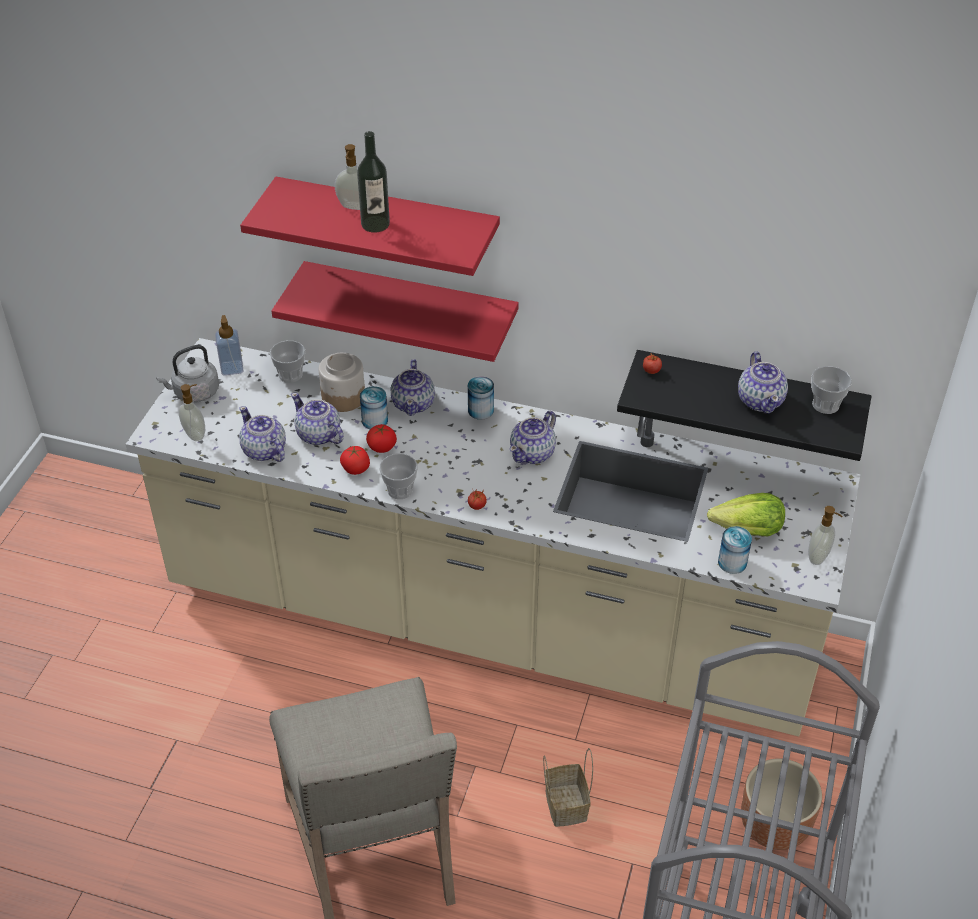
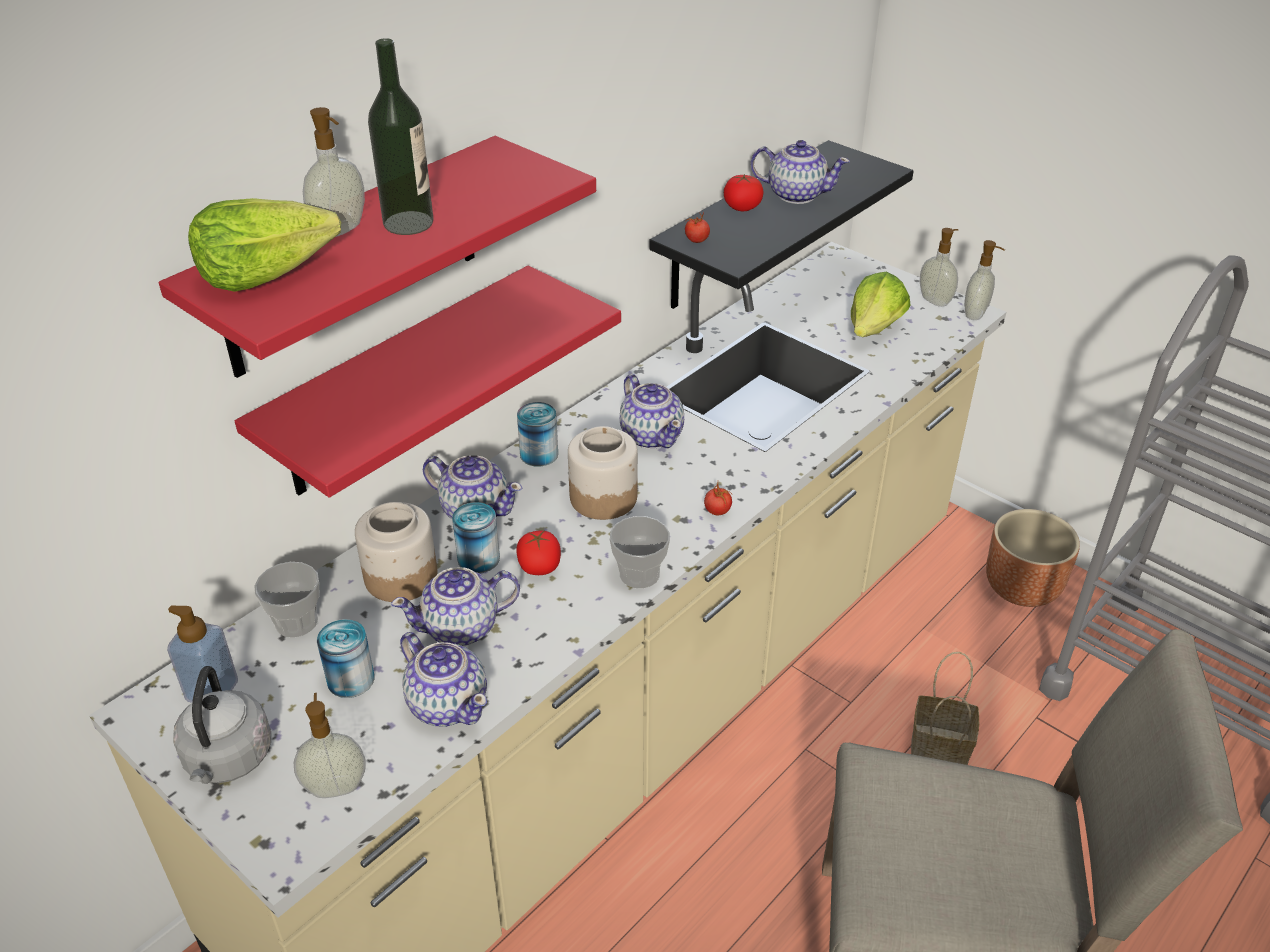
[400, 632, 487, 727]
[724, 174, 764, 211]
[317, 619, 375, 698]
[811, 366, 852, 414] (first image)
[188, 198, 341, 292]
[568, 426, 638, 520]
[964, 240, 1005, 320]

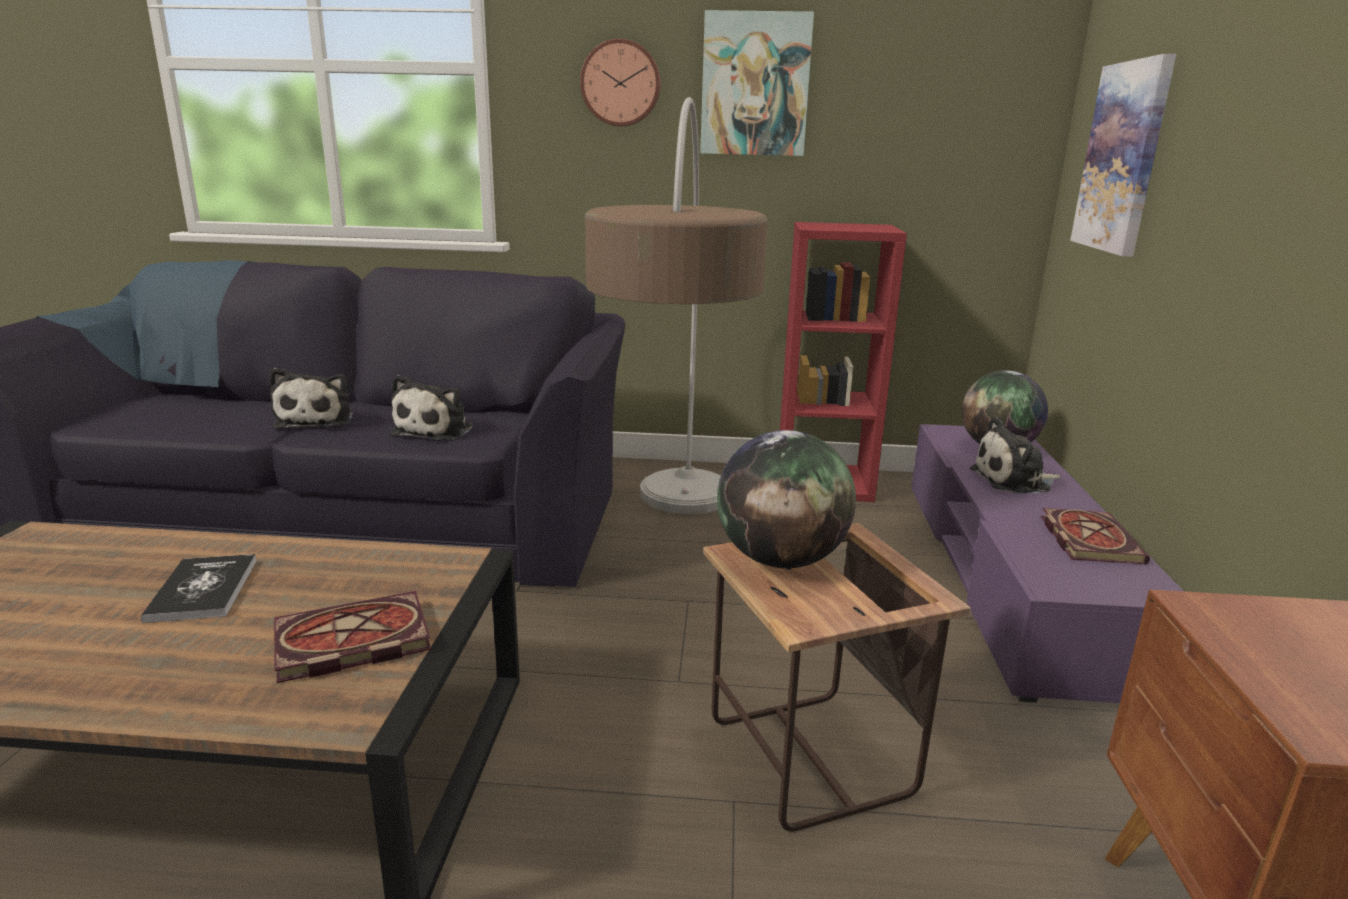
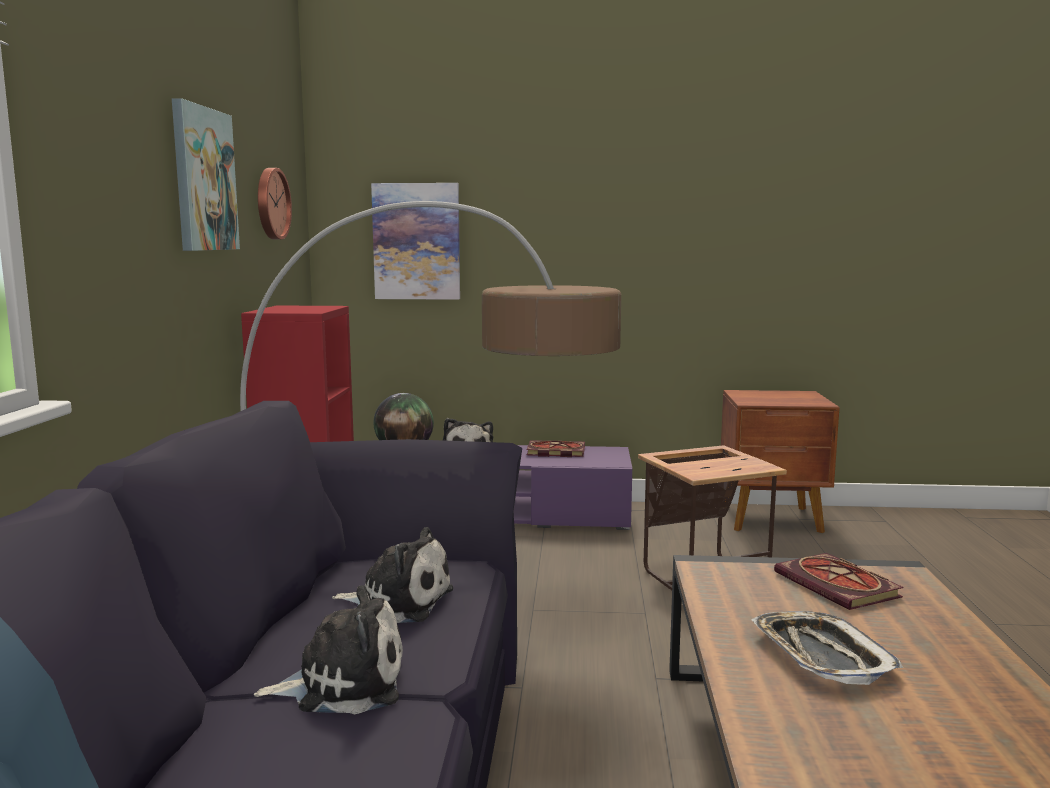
[751, 611, 903, 685]
[258, 168, 292, 240]
[717, 430, 856, 568] (first image)

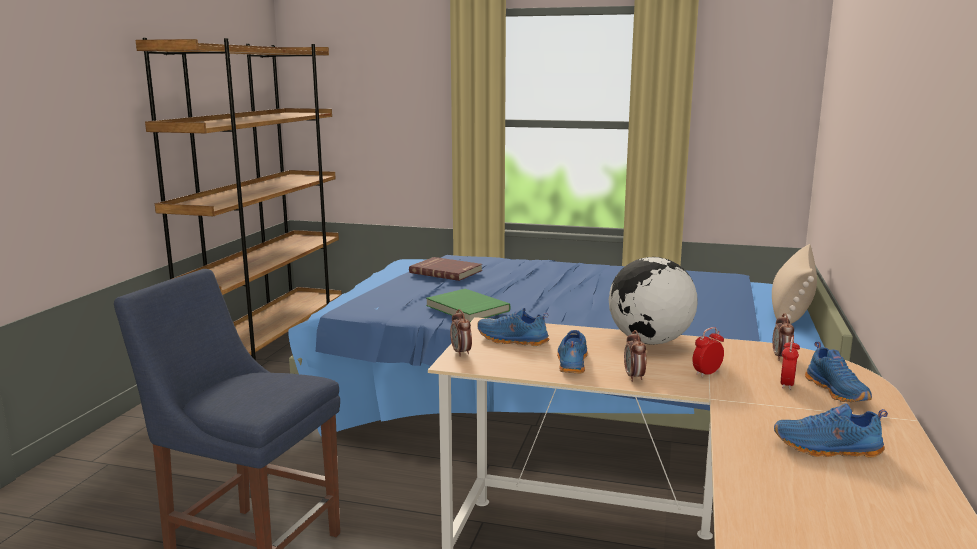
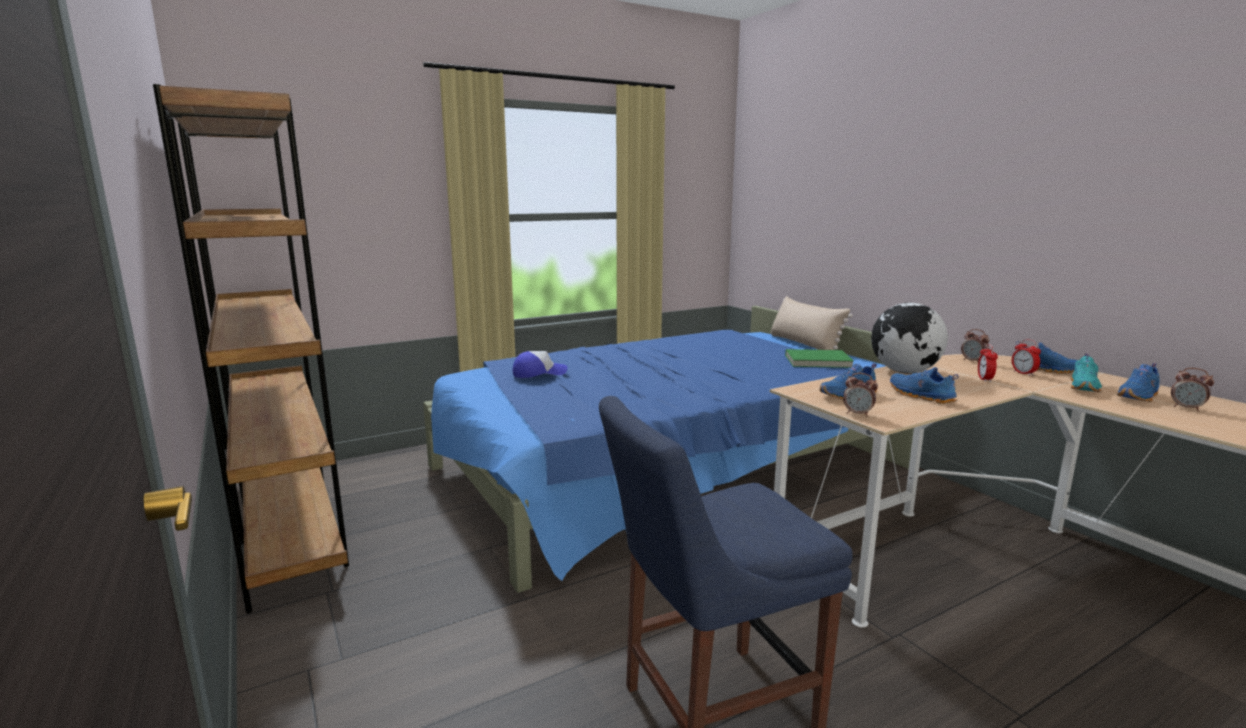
[513, 351, 567, 378]
[785, 349, 853, 368]
[1171, 368, 1214, 411]
[1071, 353, 1102, 392]

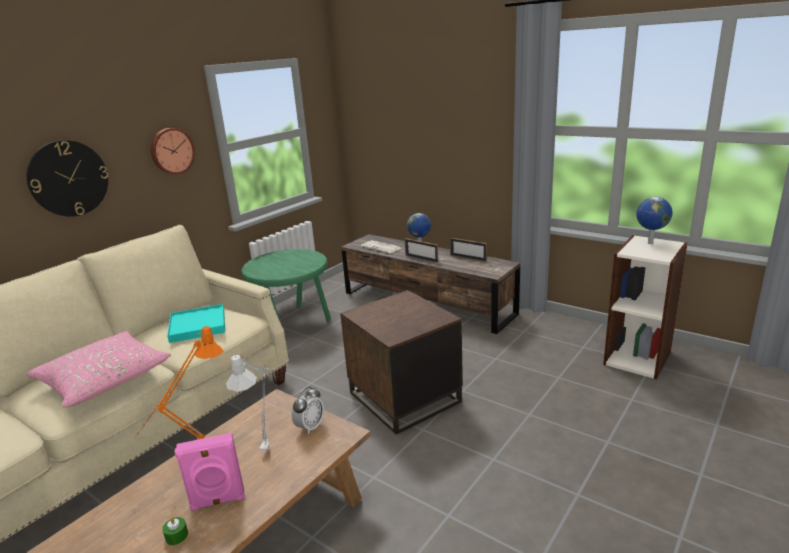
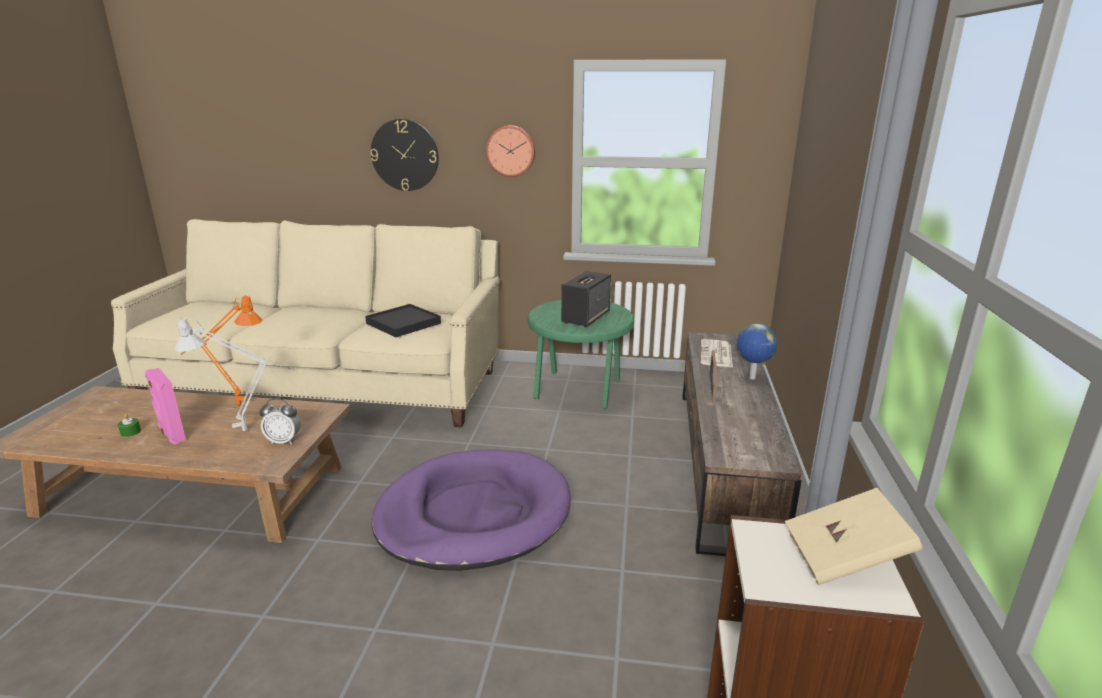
[26, 331, 171, 408] (first image)
[365, 304, 441, 337]
[372, 449, 571, 571]
[450, 238, 487, 262] (first image)
[785, 488, 922, 585]
[561, 271, 611, 327]

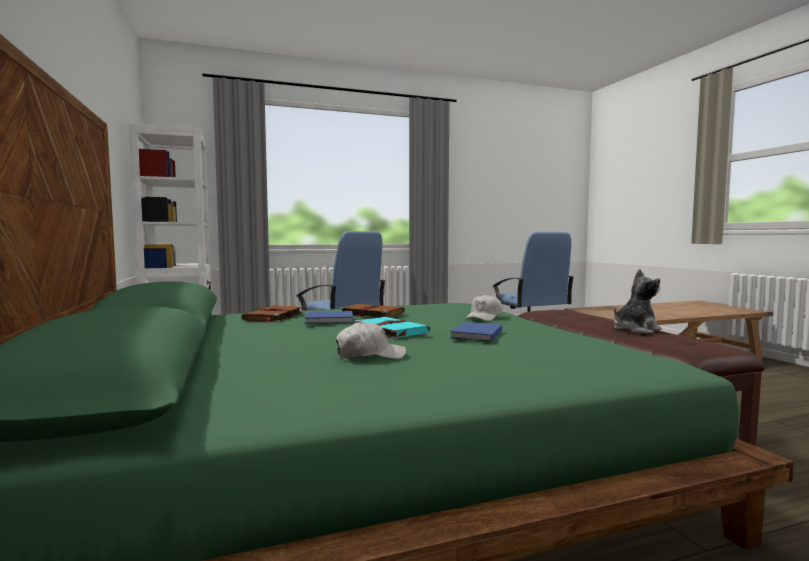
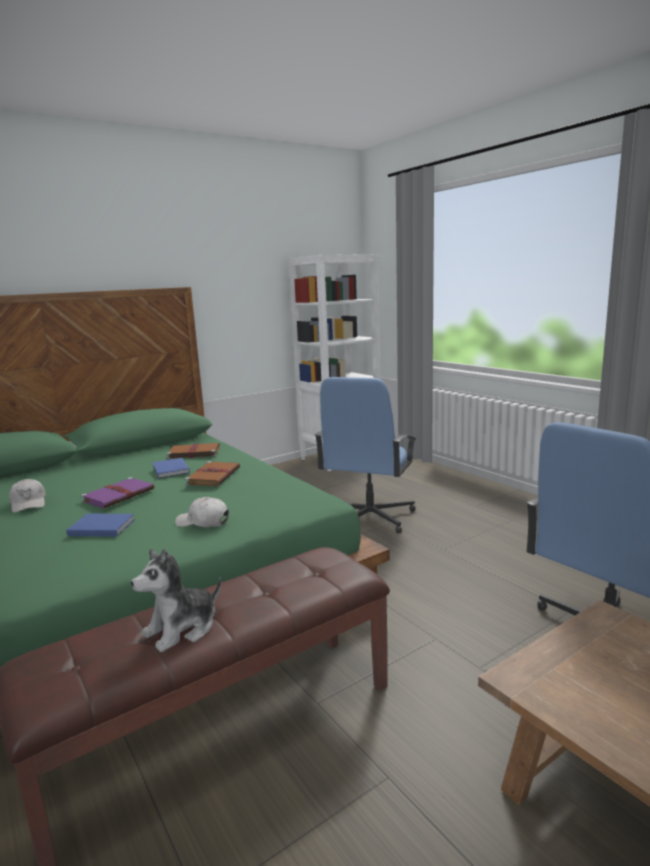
[81, 477, 154, 508]
[131, 548, 221, 652]

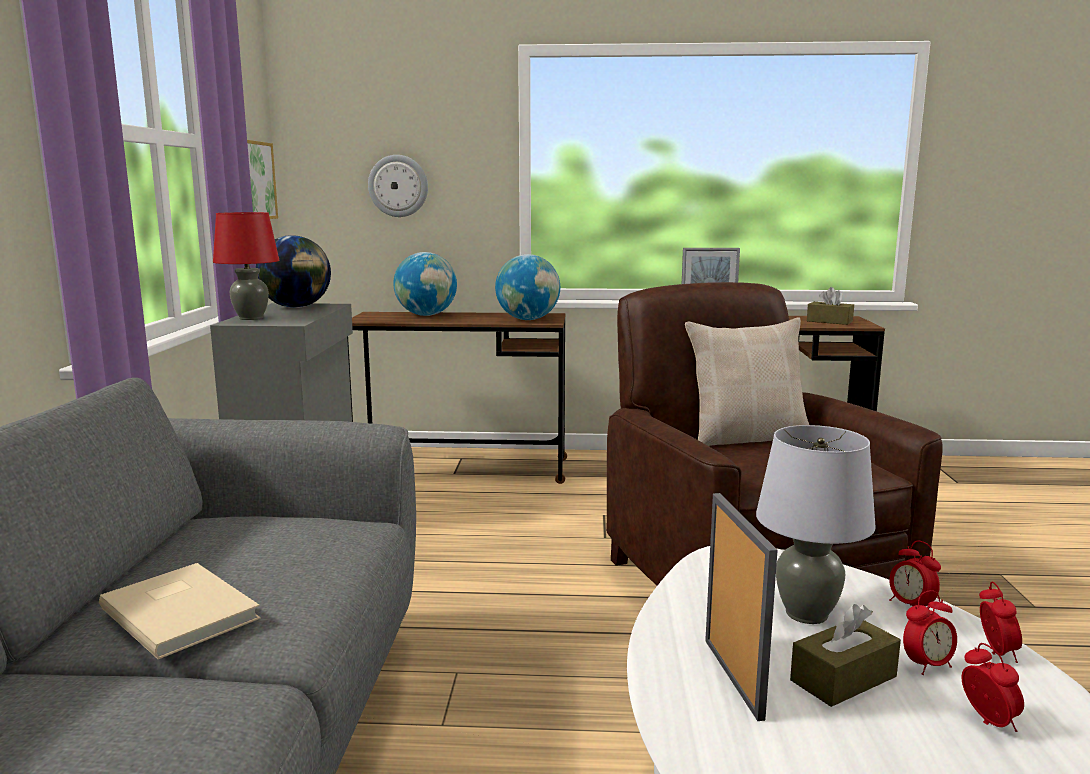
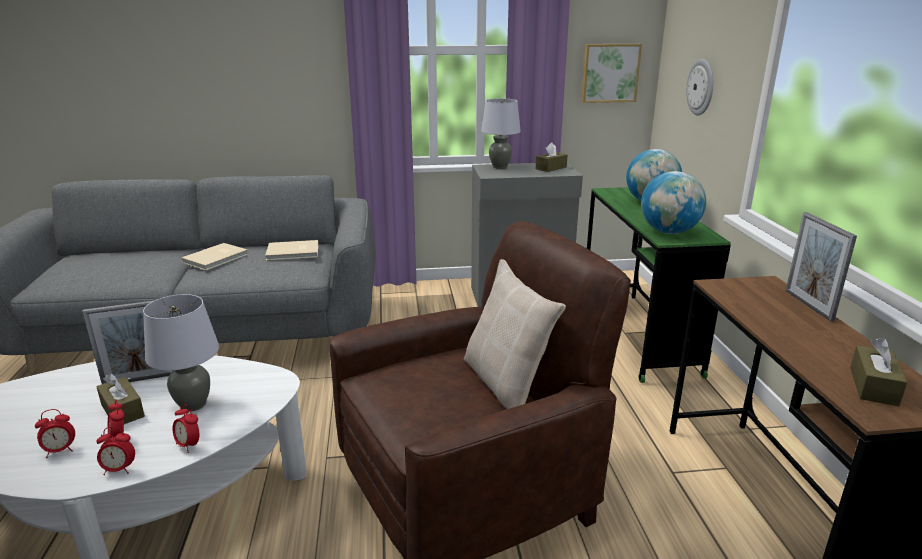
[481, 98, 521, 169]
[536, 142, 568, 172]
[587, 187, 731, 383]
[172, 404, 199, 453]
[265, 240, 319, 261]

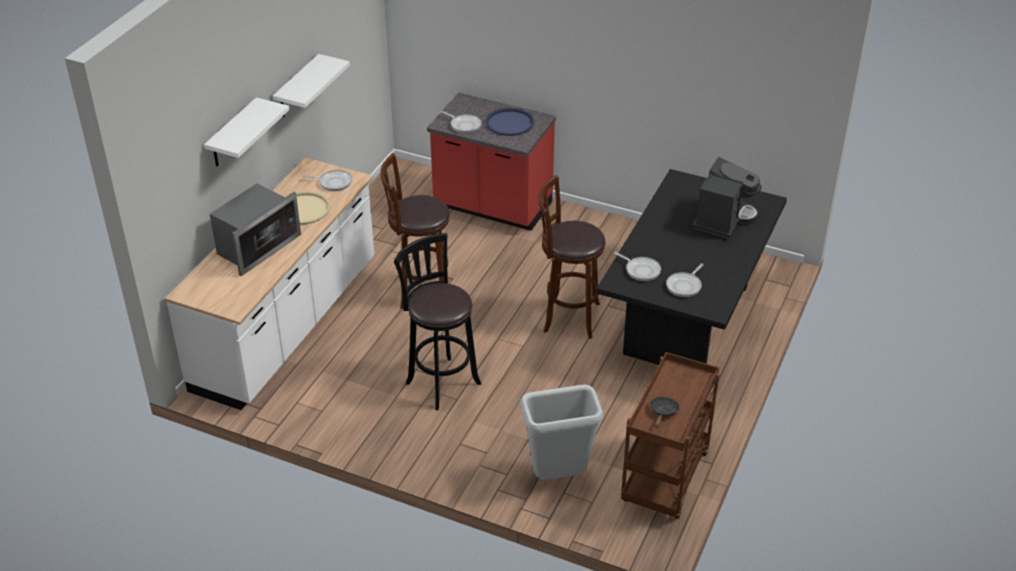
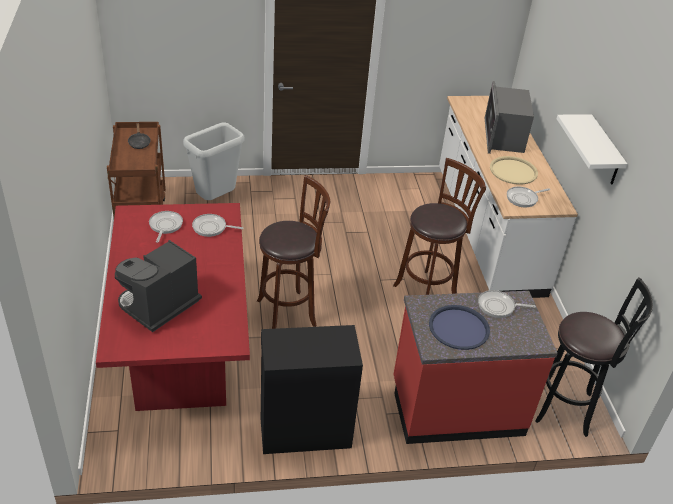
[204, 97, 289, 166] (first image)
[535, 277, 653, 437]
[96, 203, 250, 411]
[115, 240, 202, 332]
[261, 325, 363, 454]

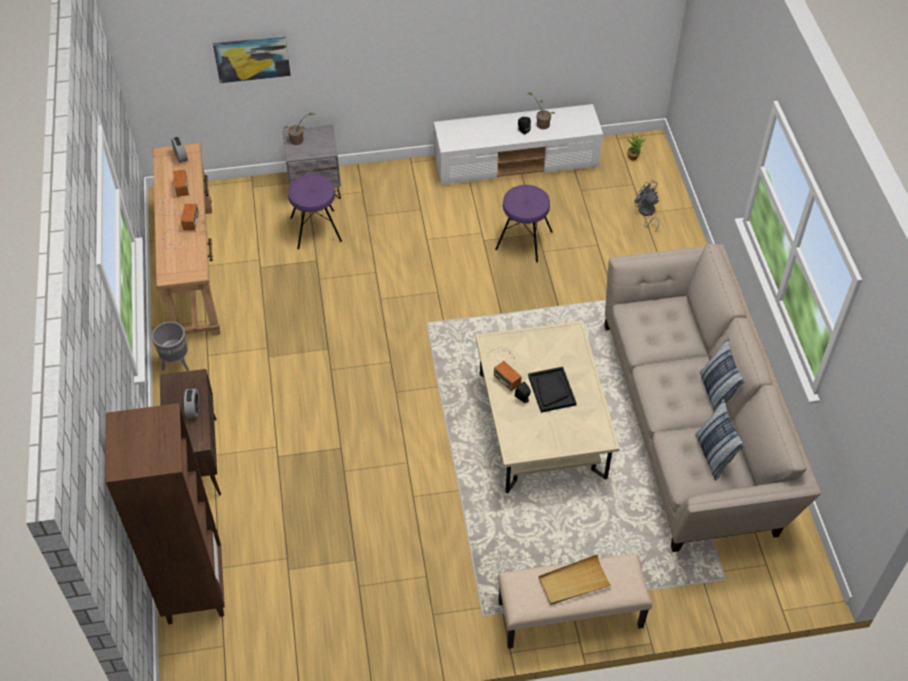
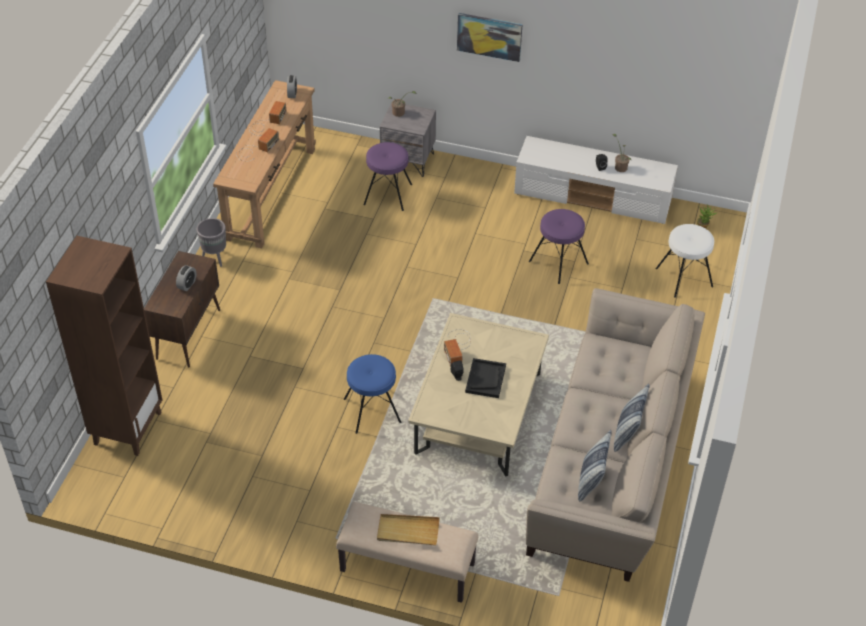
[457, 13, 523, 62]
[656, 224, 714, 298]
[344, 354, 401, 434]

